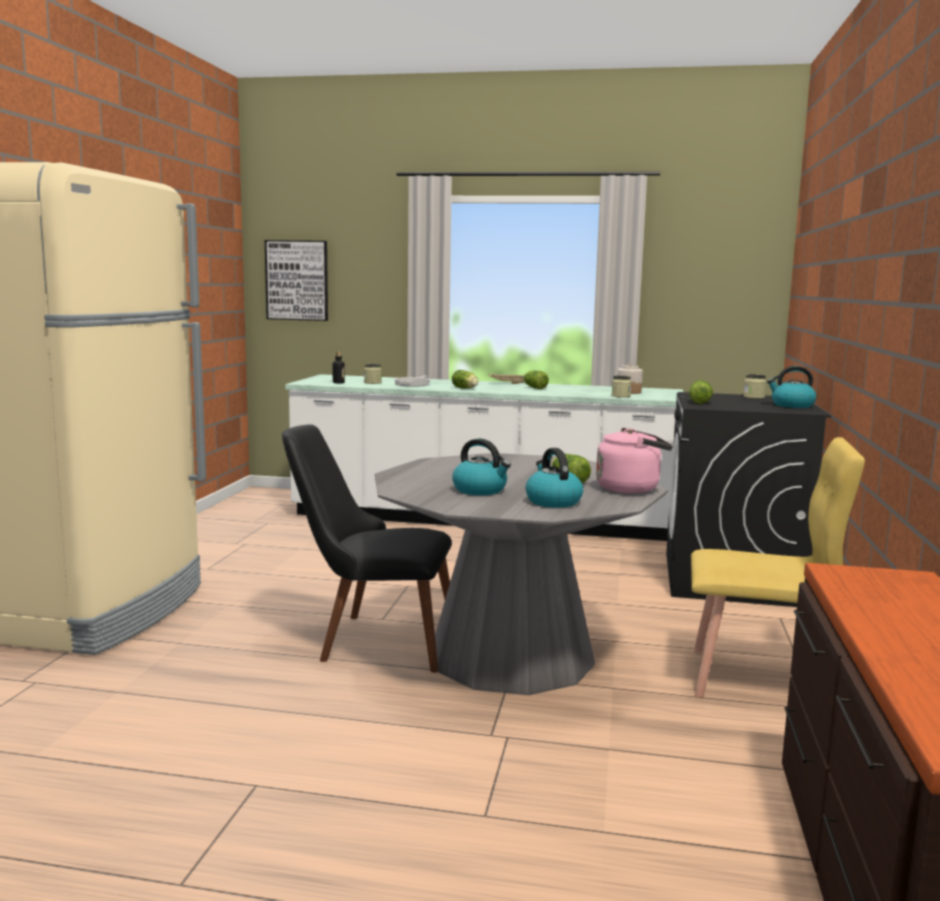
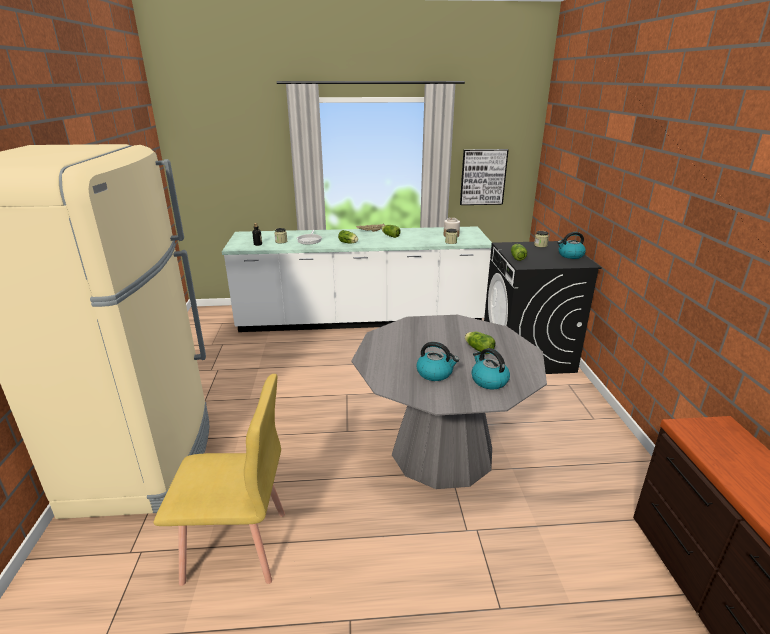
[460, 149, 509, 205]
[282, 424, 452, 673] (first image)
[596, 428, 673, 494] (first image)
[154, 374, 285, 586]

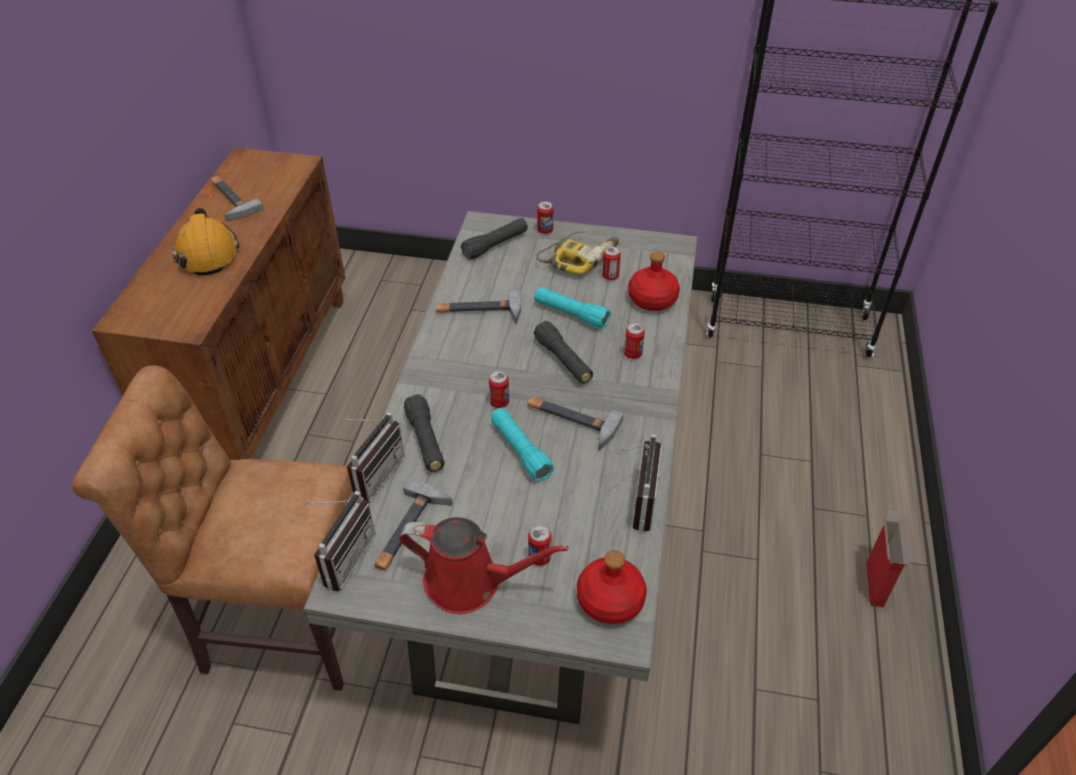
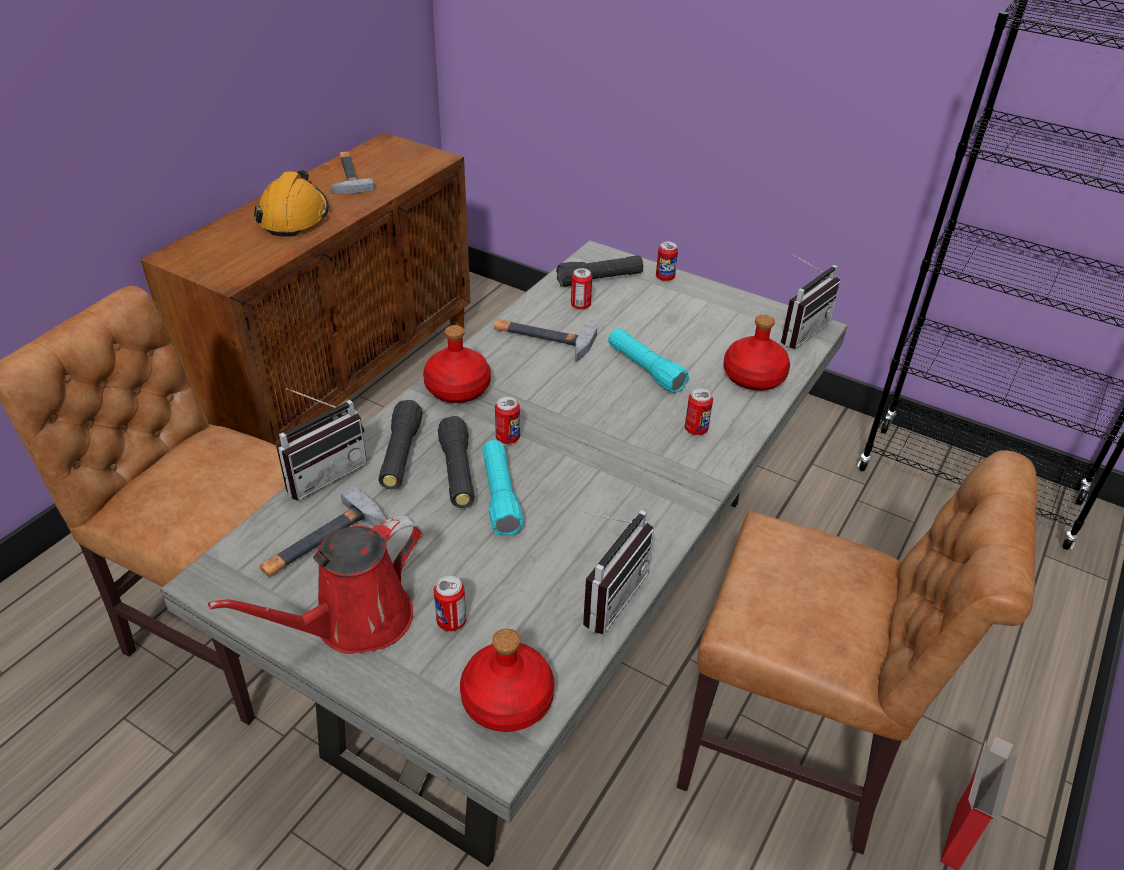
[781, 254, 841, 349]
[208, 516, 422, 654]
[527, 396, 624, 450] (first image)
[438, 416, 475, 508]
[536, 231, 619, 274] (first image)
[571, 268, 592, 310]
[423, 325, 491, 403]
[677, 450, 1038, 854]

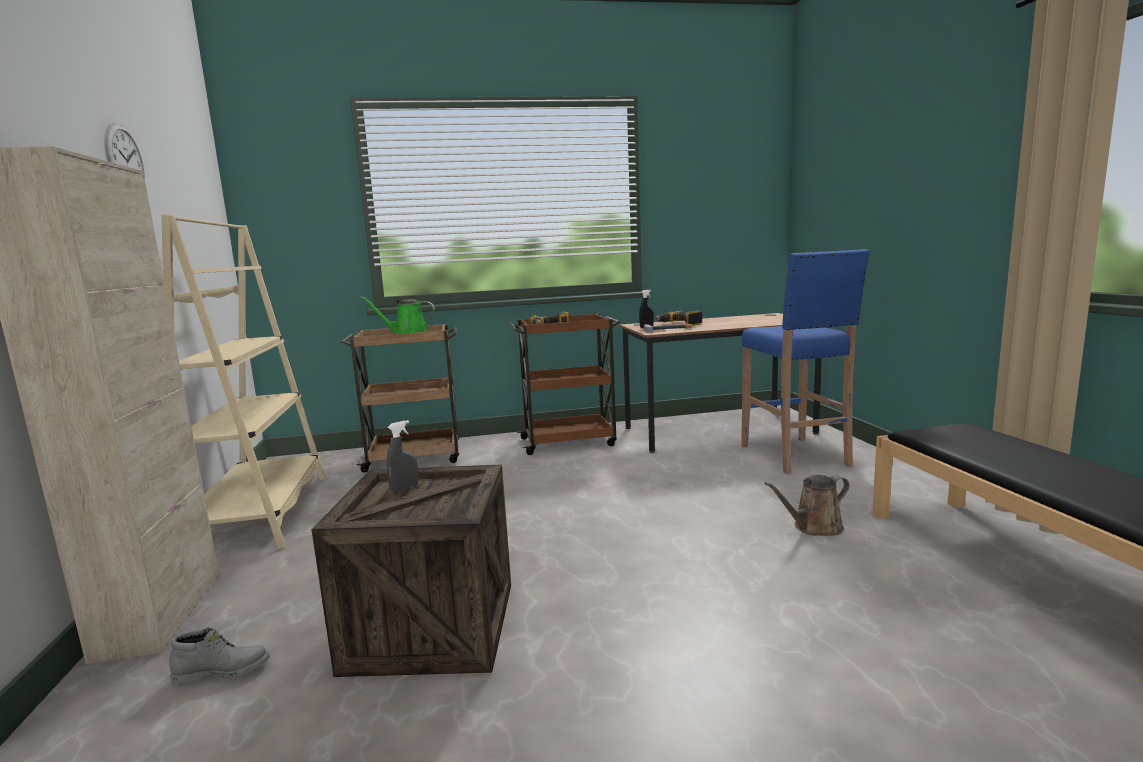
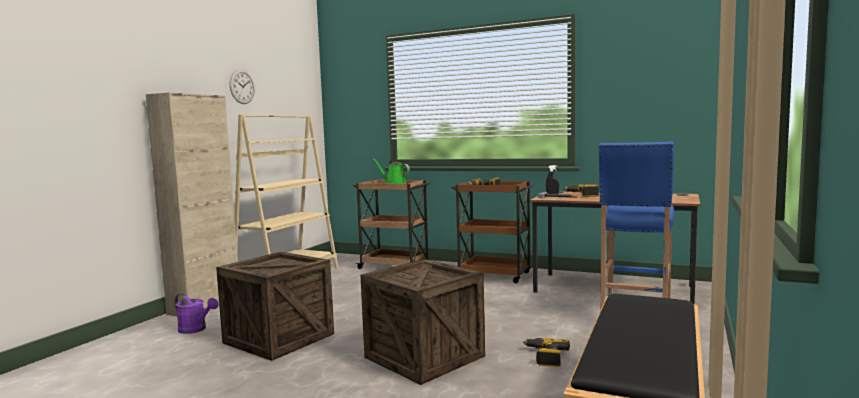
[174, 293, 218, 334]
[386, 420, 418, 492] (first image)
[523, 338, 570, 367]
[360, 259, 485, 385]

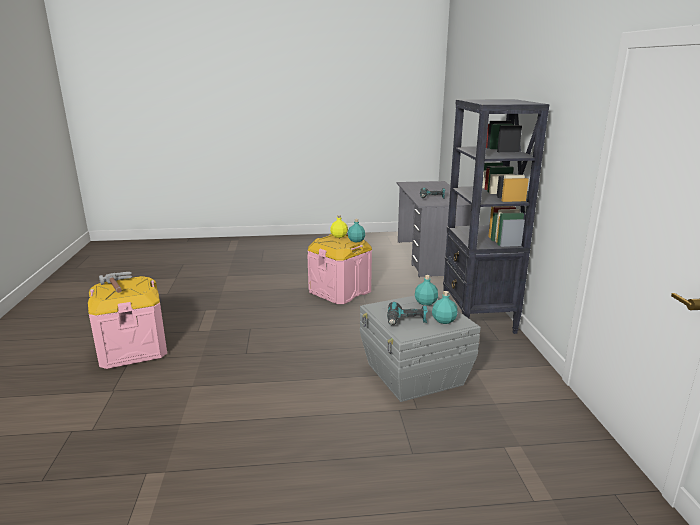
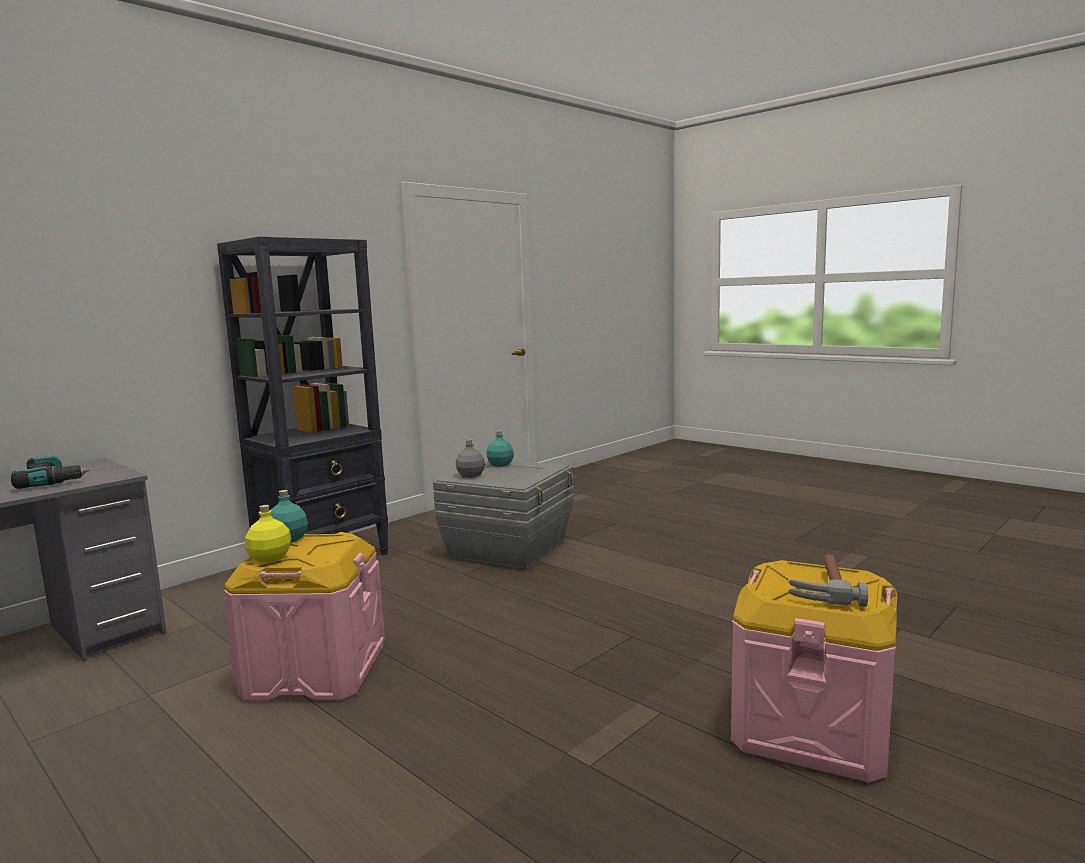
[387, 302, 428, 325] (first image)
[456, 439, 485, 478]

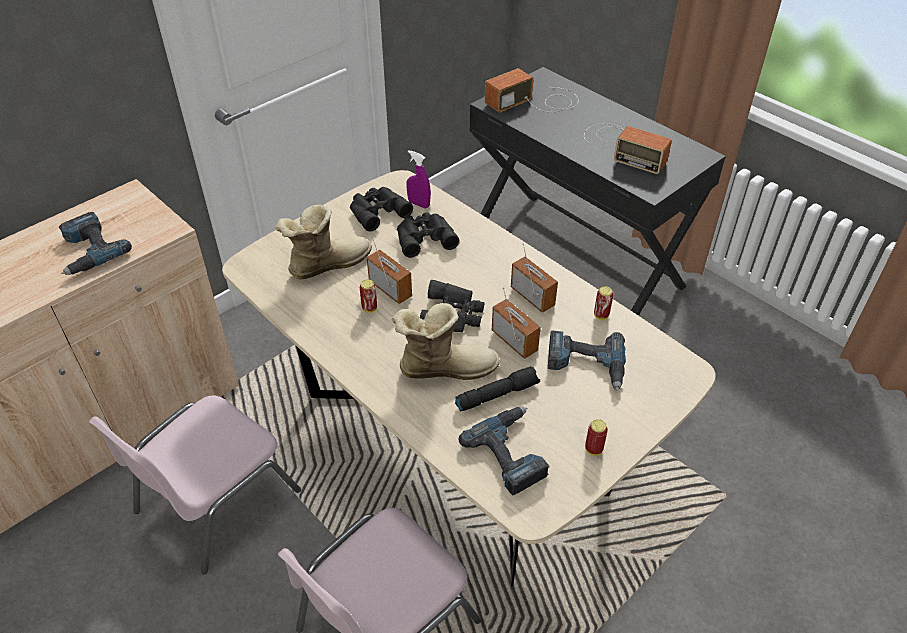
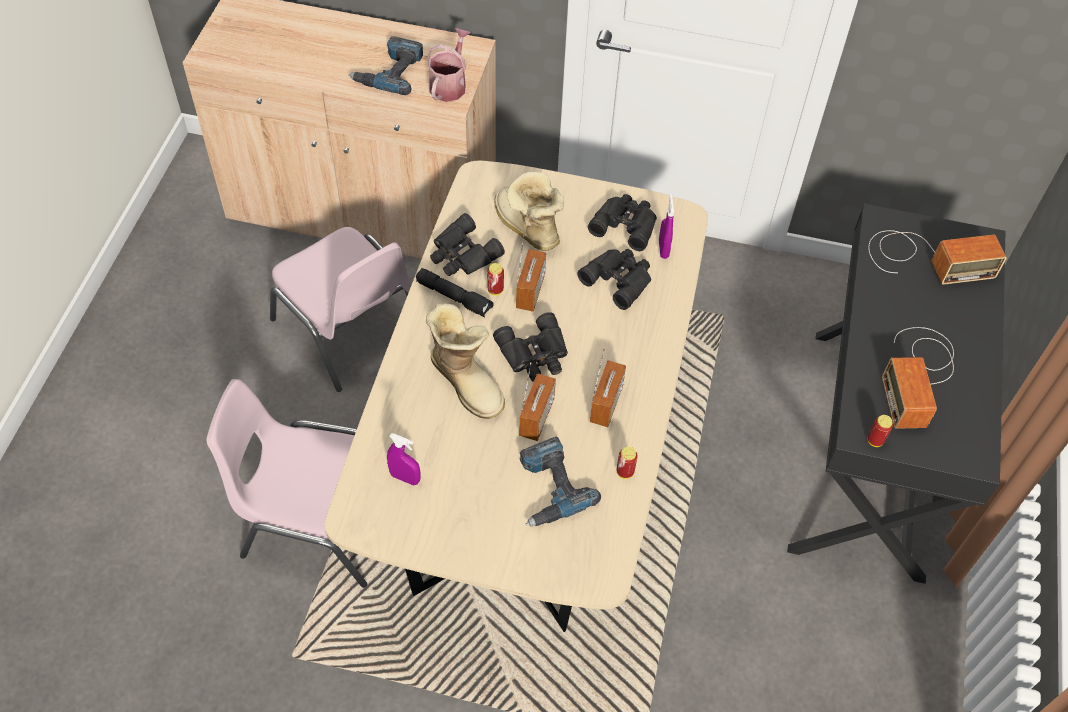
[270, 227, 411, 392]
[494, 172, 564, 251]
[416, 268, 494, 317]
[387, 433, 420, 485]
[868, 230, 1007, 285]
[867, 415, 893, 447]
[427, 28, 471, 102]
[430, 213, 505, 276]

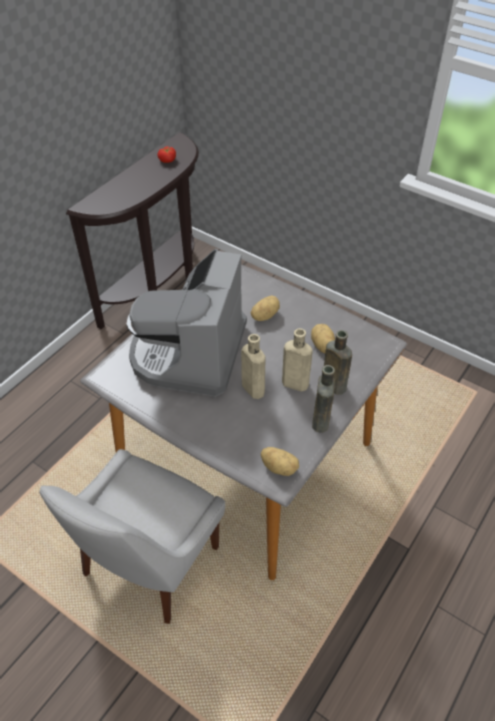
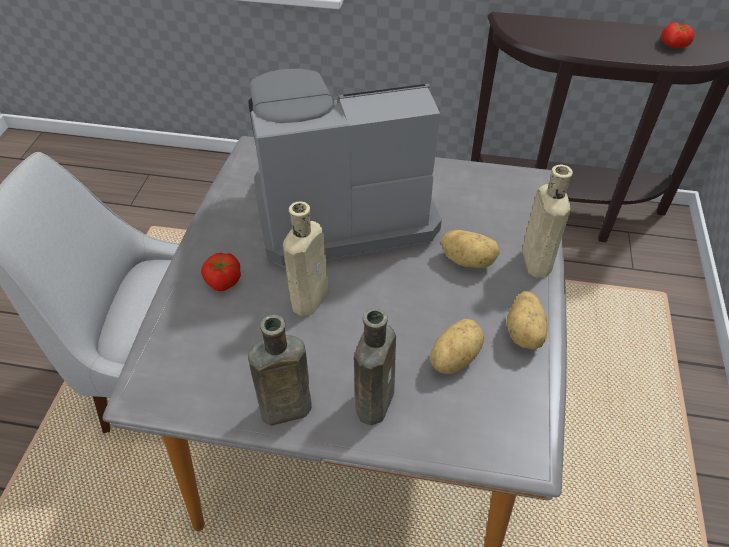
[506, 291, 548, 349]
[522, 165, 573, 278]
[201, 252, 241, 291]

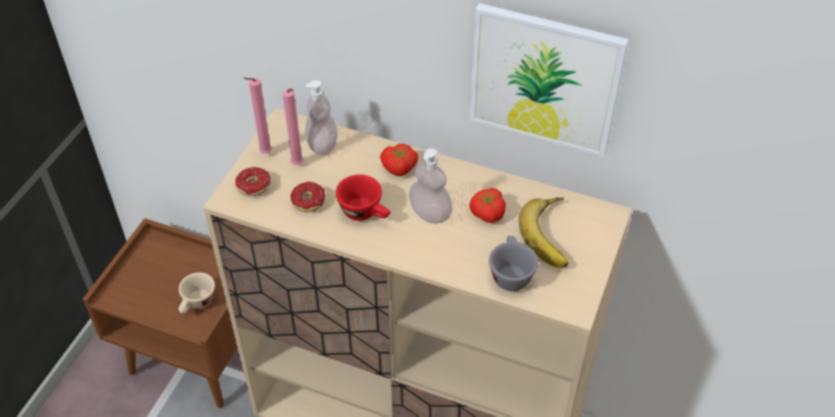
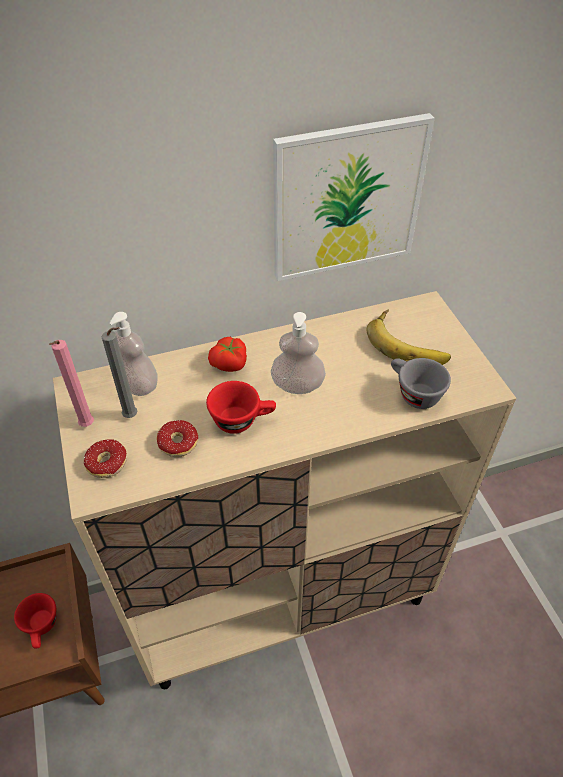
[14, 593, 56, 649]
[101, 327, 137, 418]
[469, 188, 506, 223] (first image)

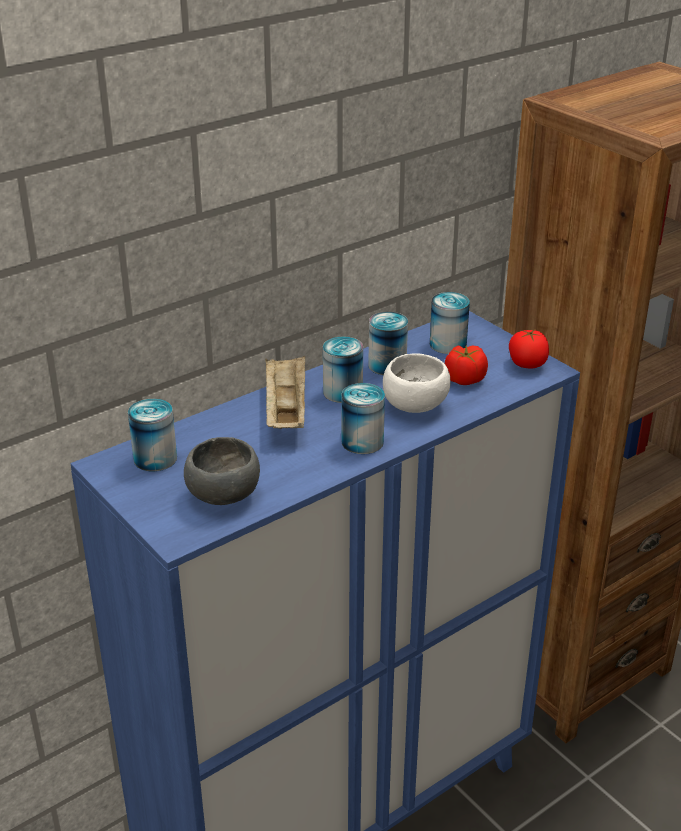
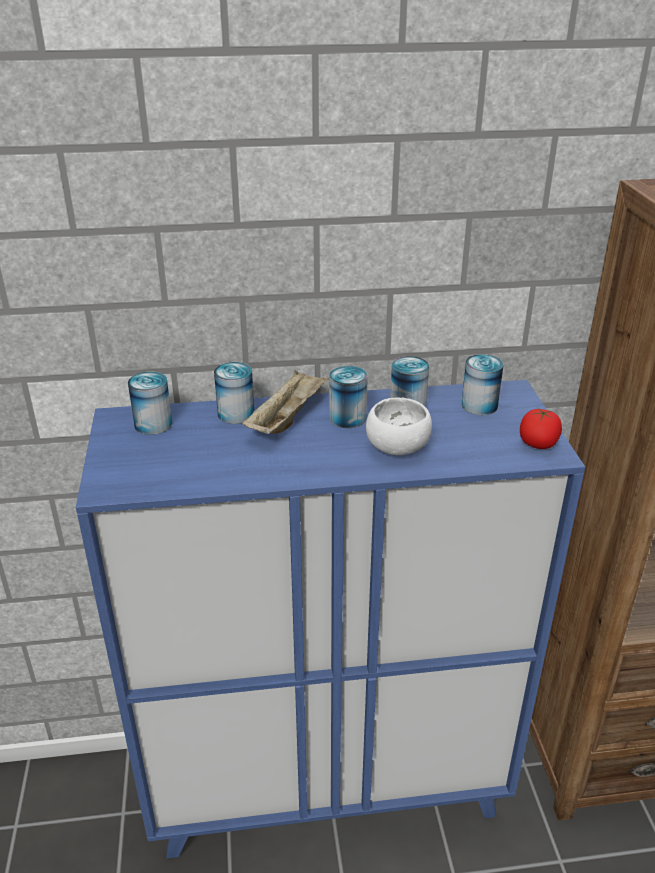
[184, 437, 260, 505] (first image)
[214, 362, 254, 424]
[445, 345, 488, 385] (first image)

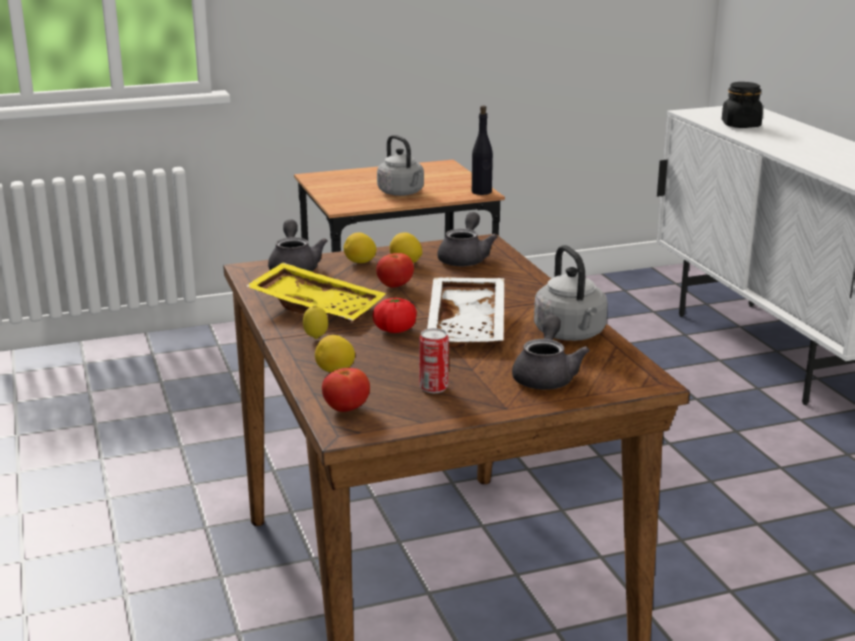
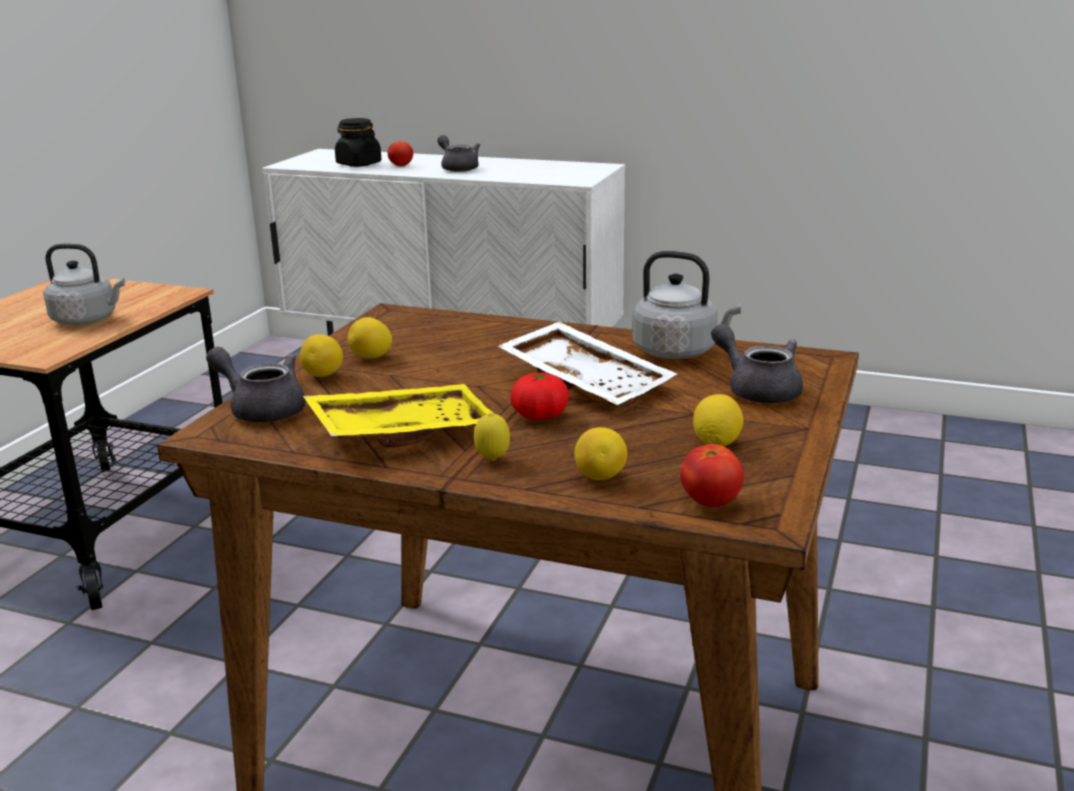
[387, 141, 413, 166]
[693, 394, 744, 447]
[437, 135, 480, 172]
[472, 106, 493, 195] (first image)

